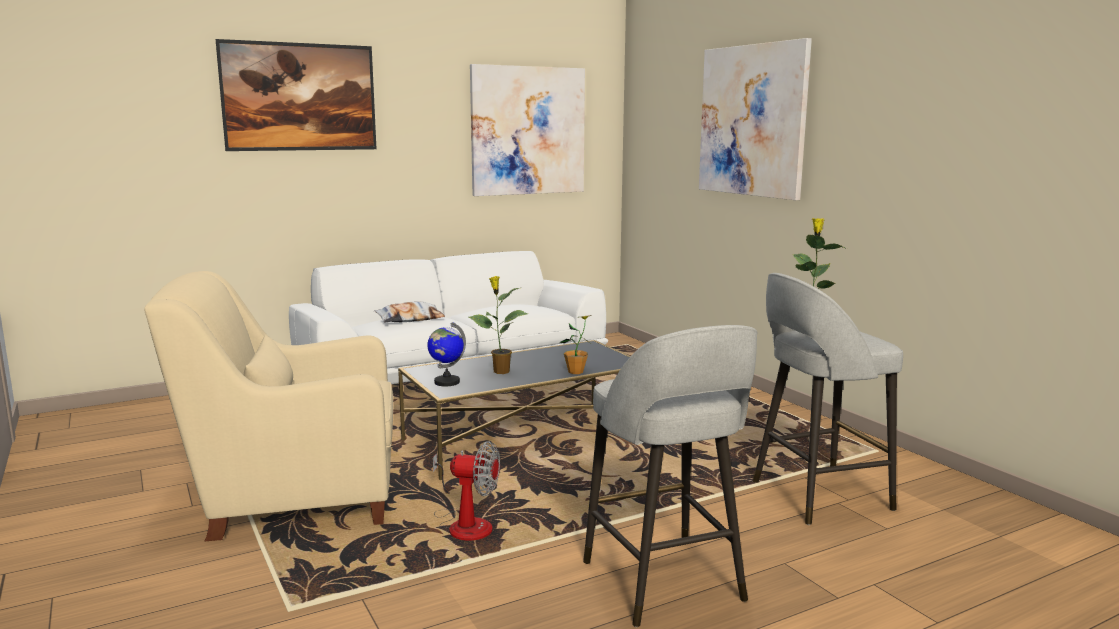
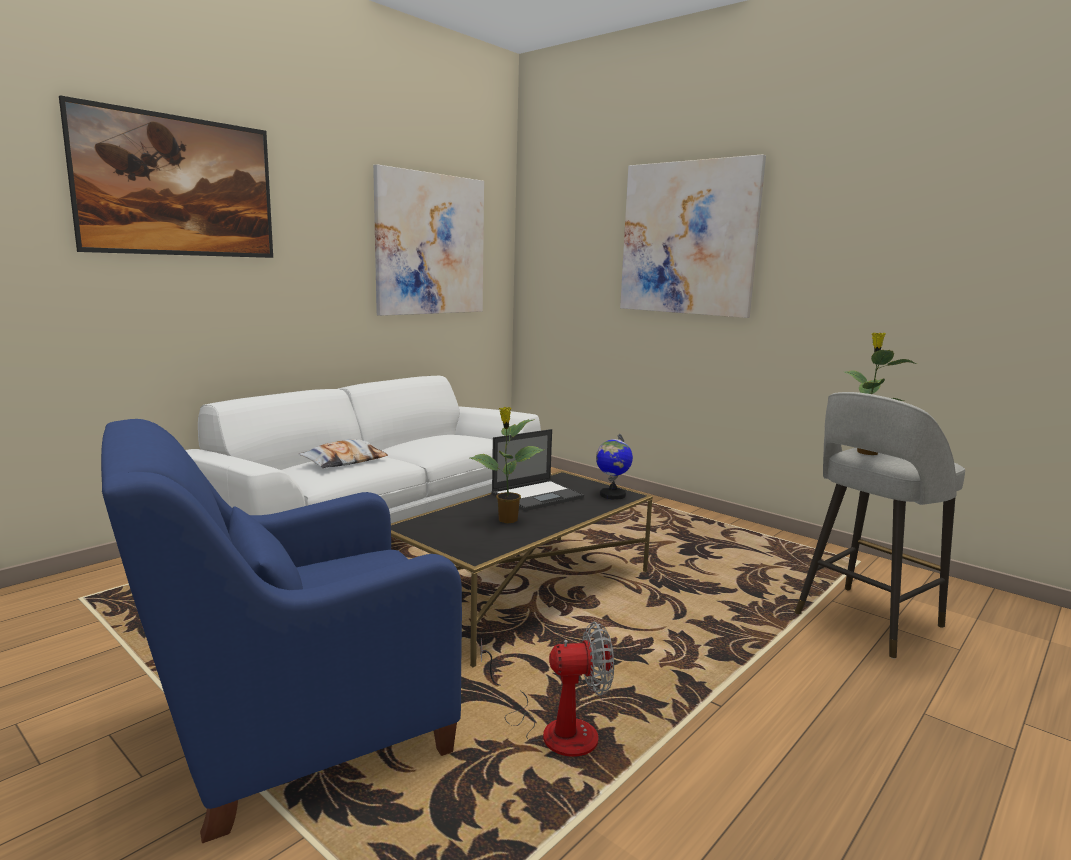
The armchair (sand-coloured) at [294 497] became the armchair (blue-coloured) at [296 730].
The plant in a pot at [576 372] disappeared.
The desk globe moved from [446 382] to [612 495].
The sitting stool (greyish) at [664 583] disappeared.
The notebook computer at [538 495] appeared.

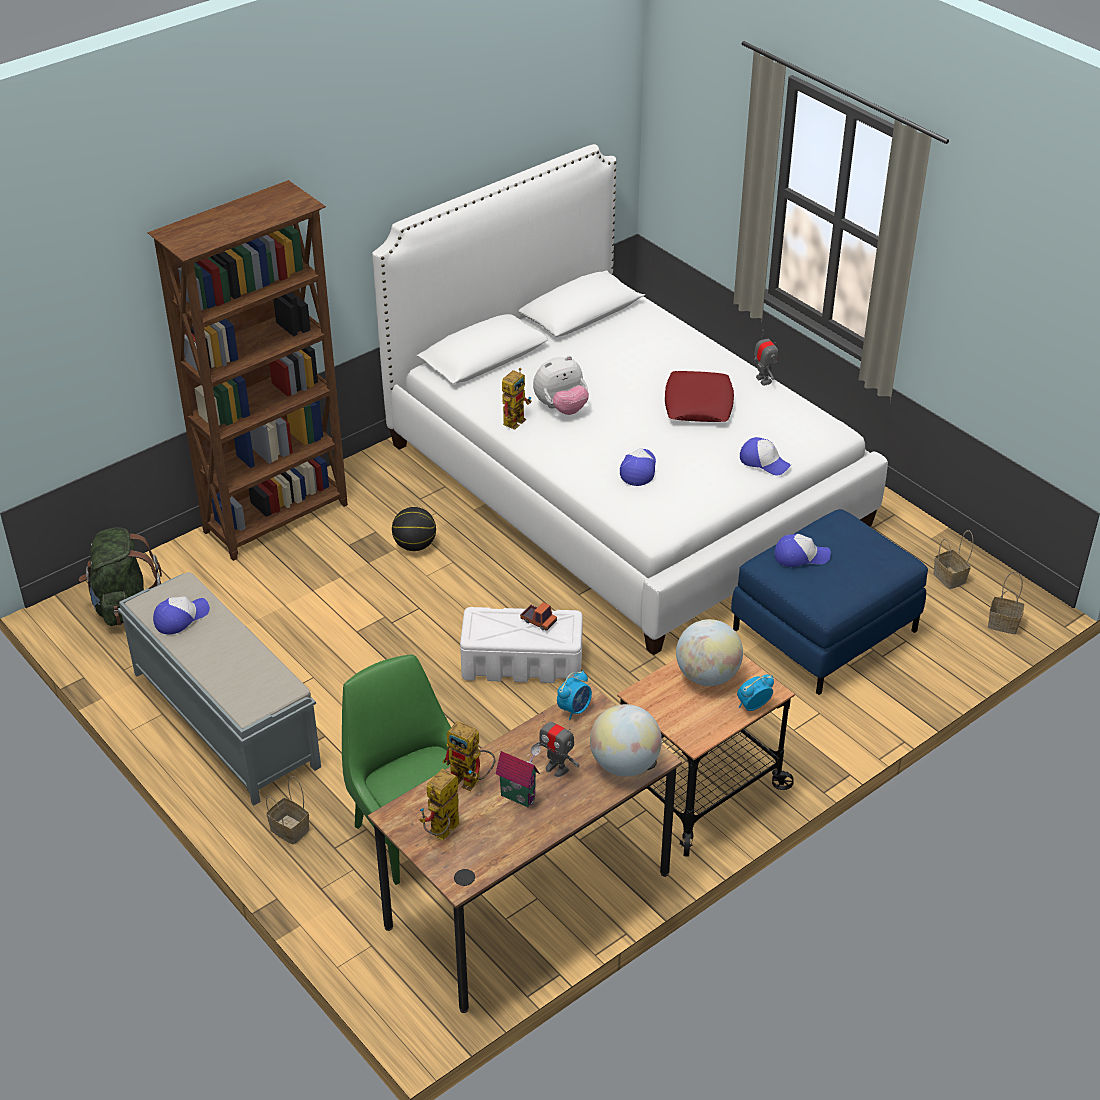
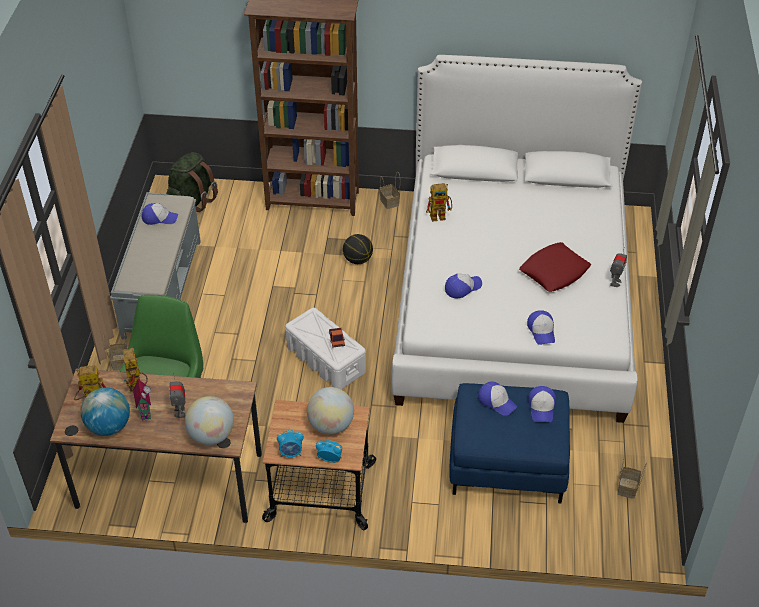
The soft toy at [561 408] disappeared.
The household basket moved from [1004 624] to [390 202].
The alarm clock moved from [574 709] to [291 453].
The baseball cap at [542 407] appeared.
The desk globe at [109 426] appeared.

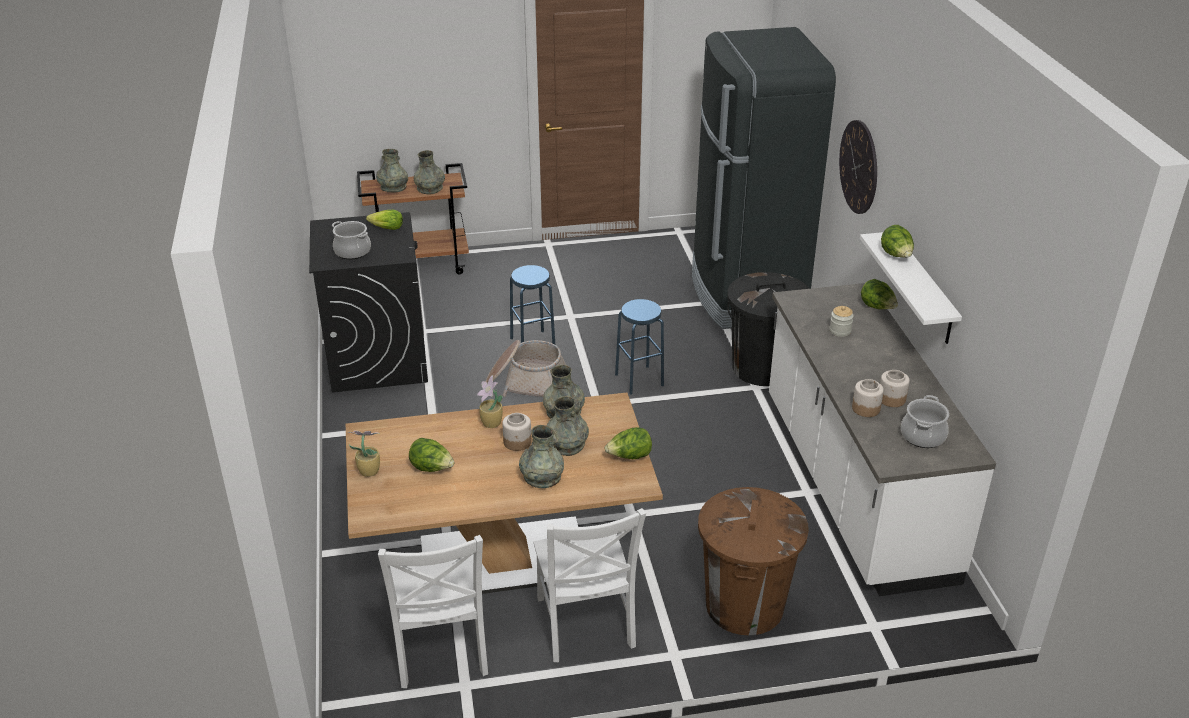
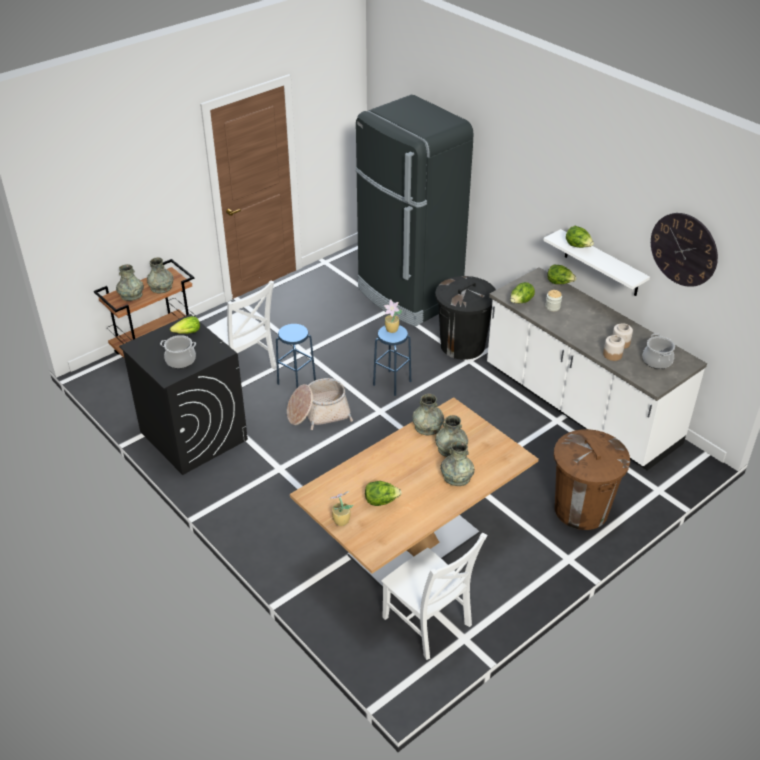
The hanging clock moved from [859 167] to [684 249].
The plant in a pot moved from [491 424] to [392 330].
The jar at [517 442] disappeared.
The lettuce moved from [629 457] to [521 302].
The chair (whitish) moved from [585 626] to [244 368].

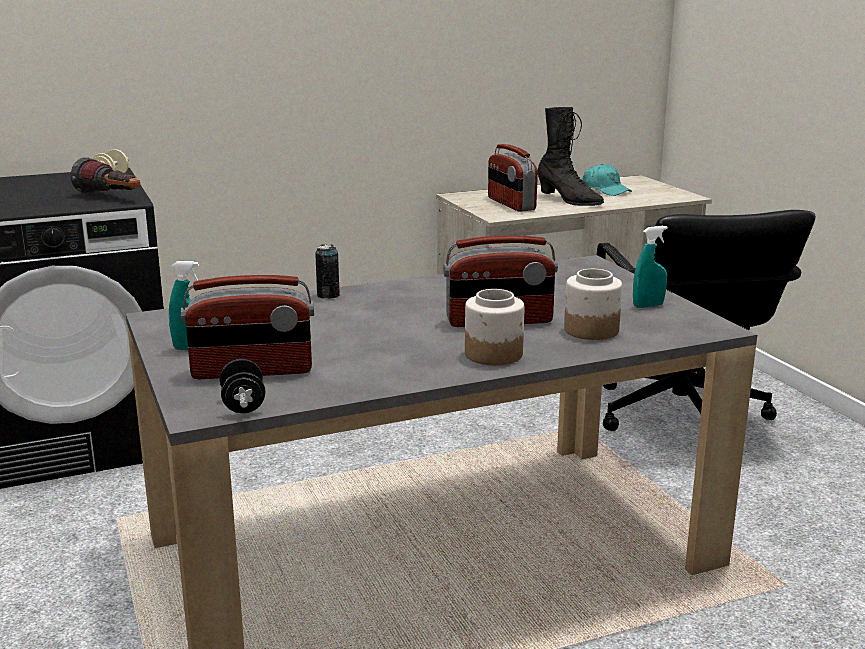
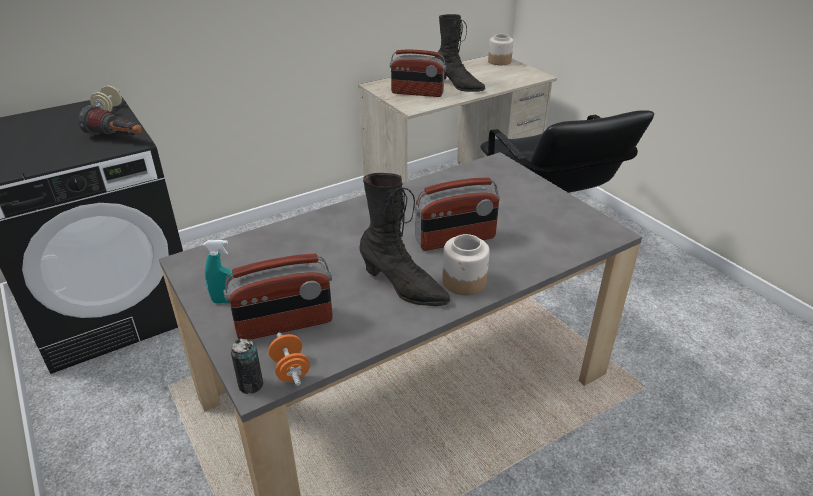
The radio set at [510 204] turned 45 degrees counterclockwise.
The baseball cap (blue-green) at [606 190] disappeared.
The sprayer (blue-green) at [648 306] disappeared.
The metal can moved from [328 295] to [251 385].
The jar moved from [590 330] to [499 61].
The free weight (blackish) at [243 405] became the free weight (orange) at [290 370].
The tall boot (blackish) at [403 287] appeared.

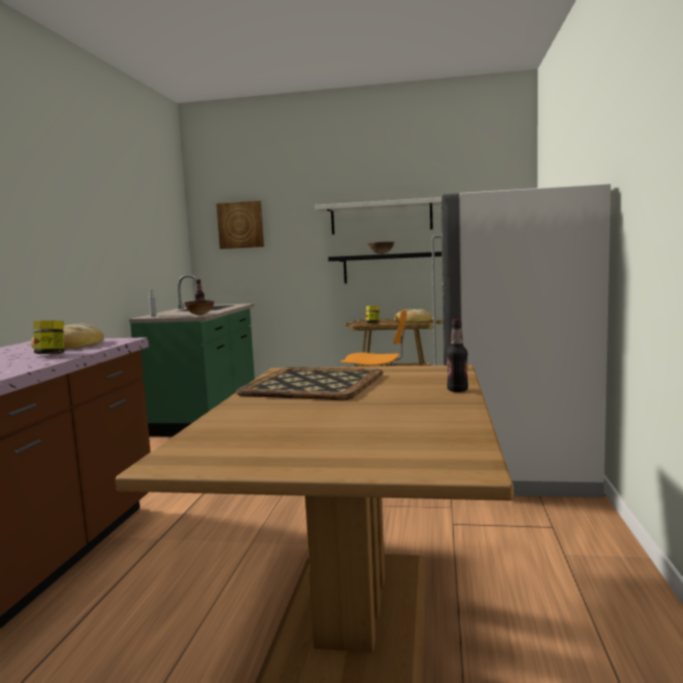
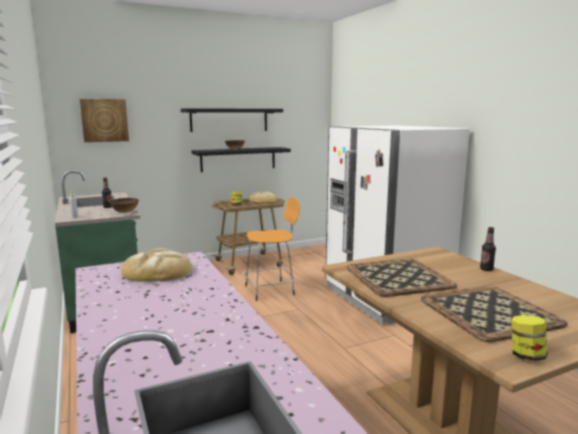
The shelf (whitish) at [381 217] became the shelf (blackish) at [229 120].
The jar moved from [51 354] to [526 355].
The tray at [489 313] appeared.

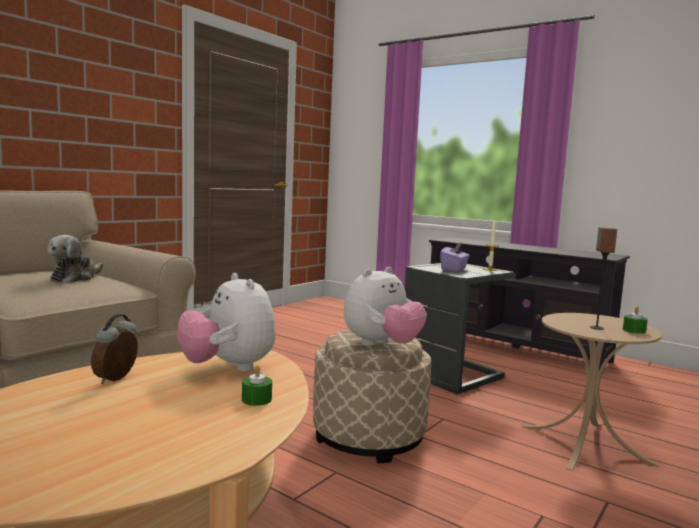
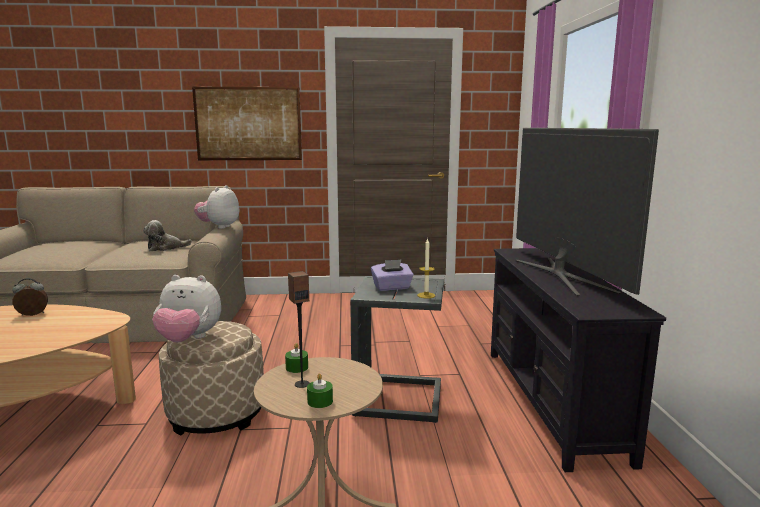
The soft toy moved from [228 368] to [219 227].
The wax light (greenish) moved from [256 399] to [297 368].
The picture at [248 124] appeared.
The TV at [562 275] appeared.

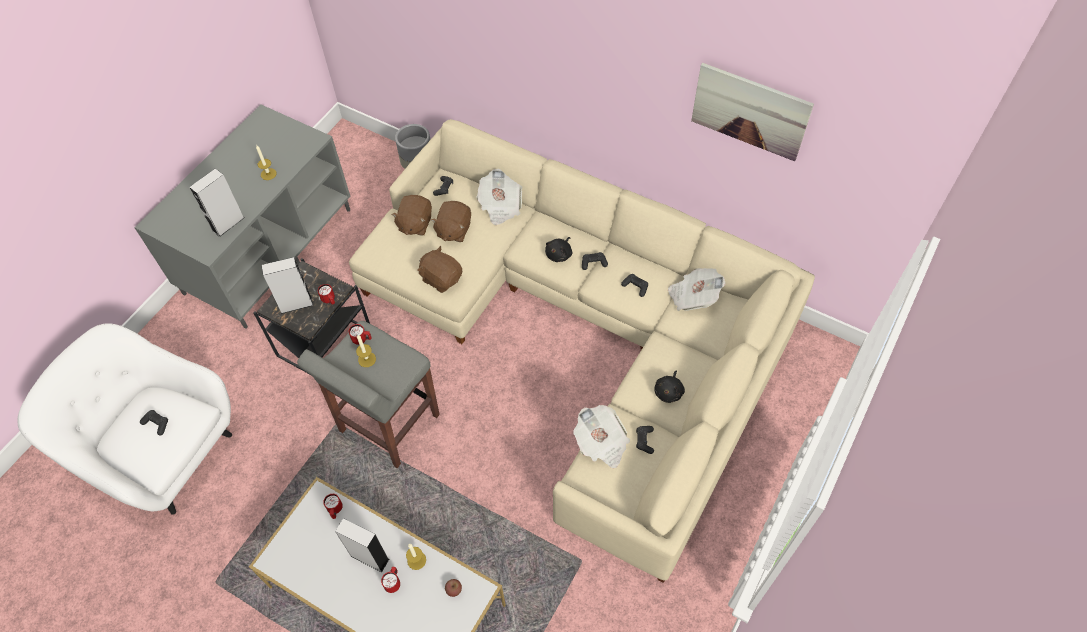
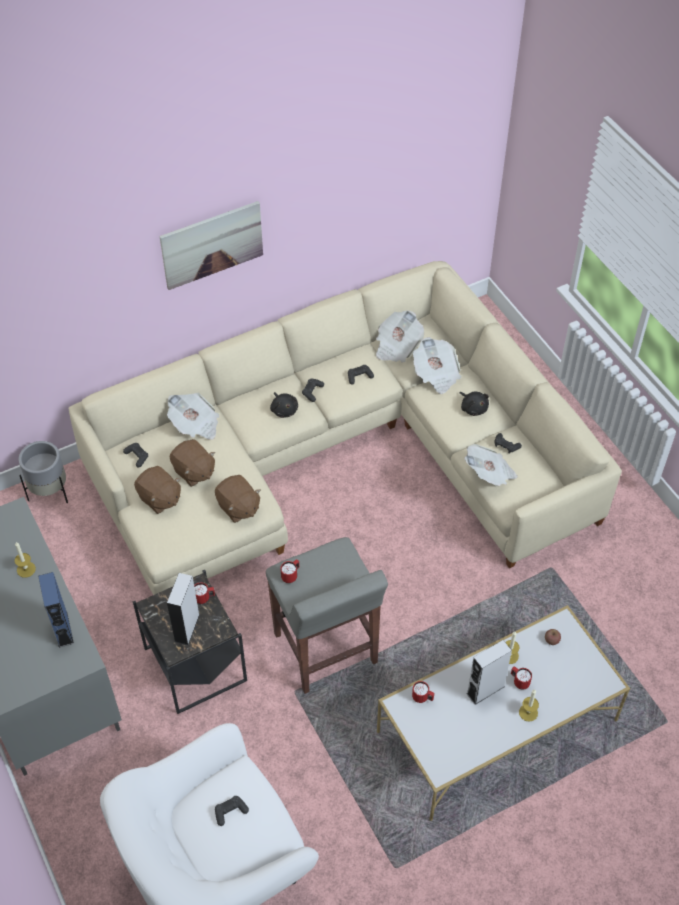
The picture moved from [750 111] to [212 244].
The loudspeaker (greyish) at [228 224] became the loudspeaker (blue-coloured) at [63 629].
The soft toy (brown) at [441 278] turned 105 degrees counterclockwise.
The wax light moved from [367 359] to [528 712].
The daily paper at [436 374] appeared.

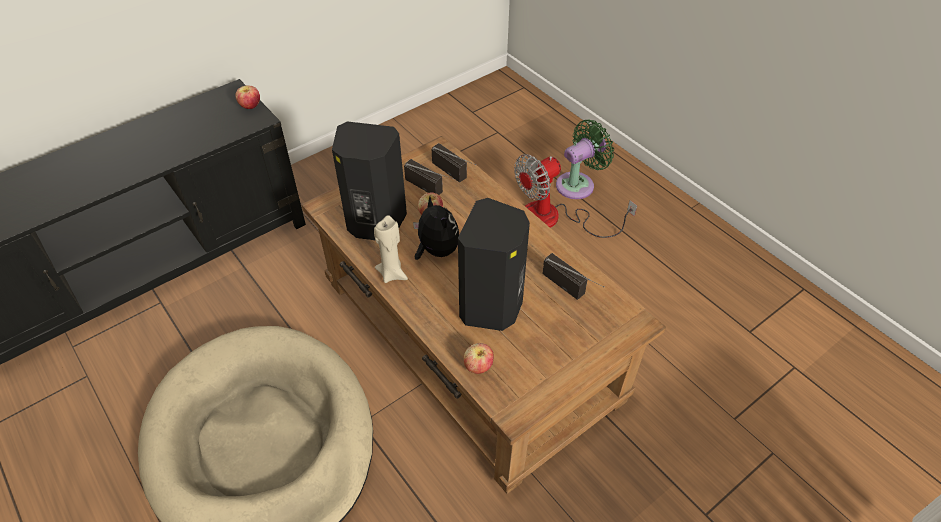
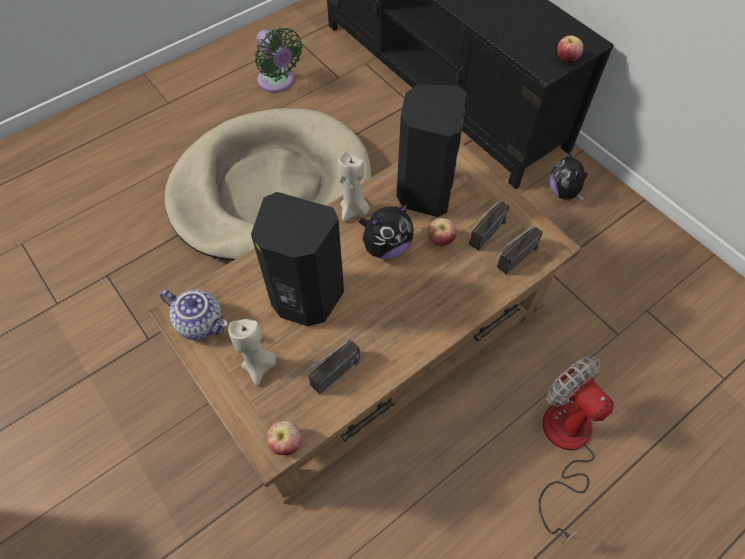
The cooling fan (greenish) moved from [578 184] to [278 82].
The whole apple moved from [478 367] to [286 443].
The soft toy at [564 192] appeared.
The tea pot at [202 322] appeared.
The wax light (sand-coloured) at [259 366] appeared.

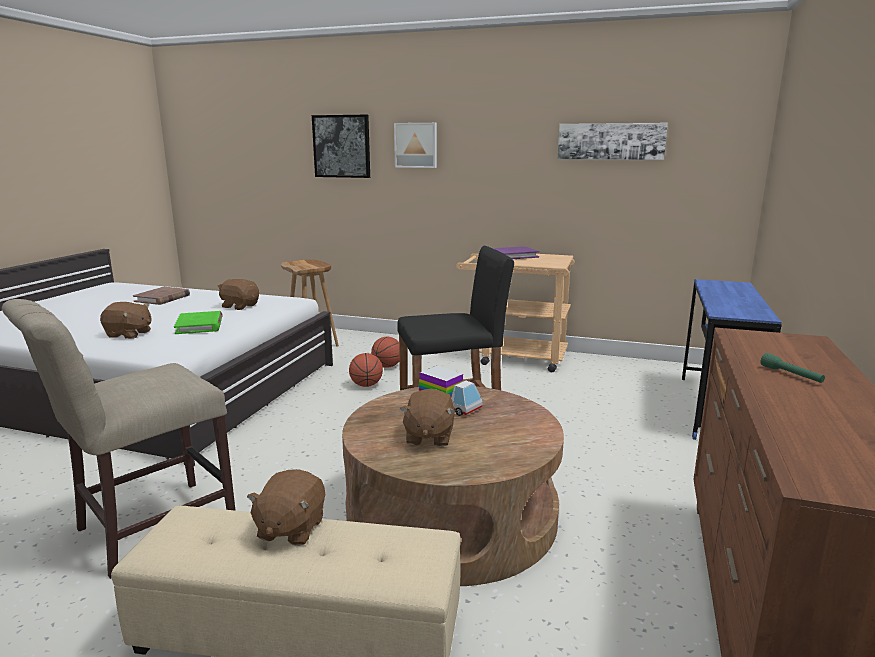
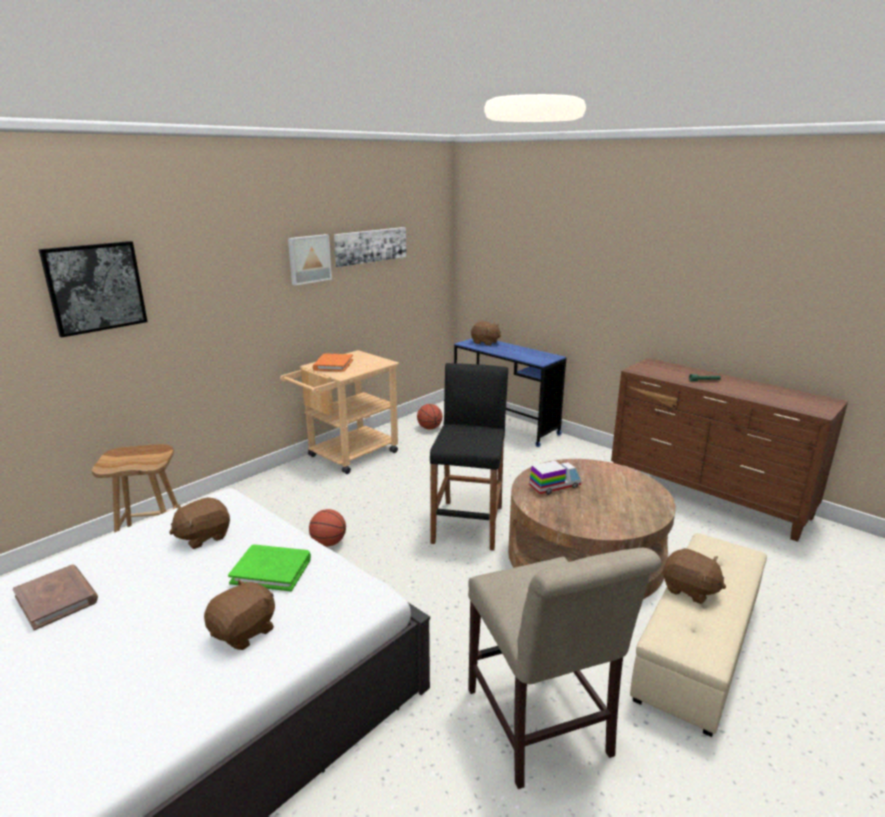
The picture moved from [416 145] to [308 259].
The volume (purple-coloured) at [514 255] became the volume (orange) at [333 365].
The basketball ball moved from [387 366] to [429 428].
The soft toy (brown) moved from [428 437] to [485 342].

